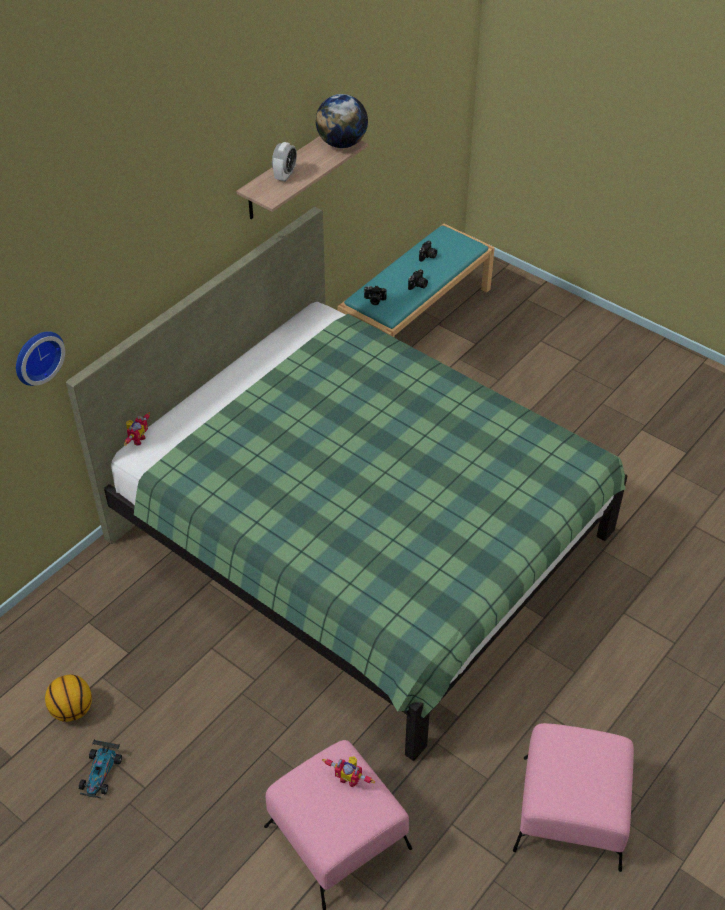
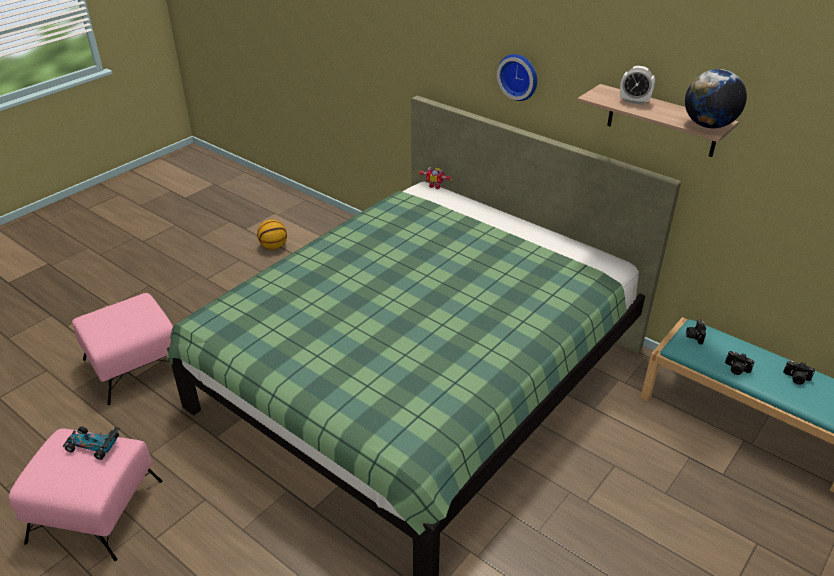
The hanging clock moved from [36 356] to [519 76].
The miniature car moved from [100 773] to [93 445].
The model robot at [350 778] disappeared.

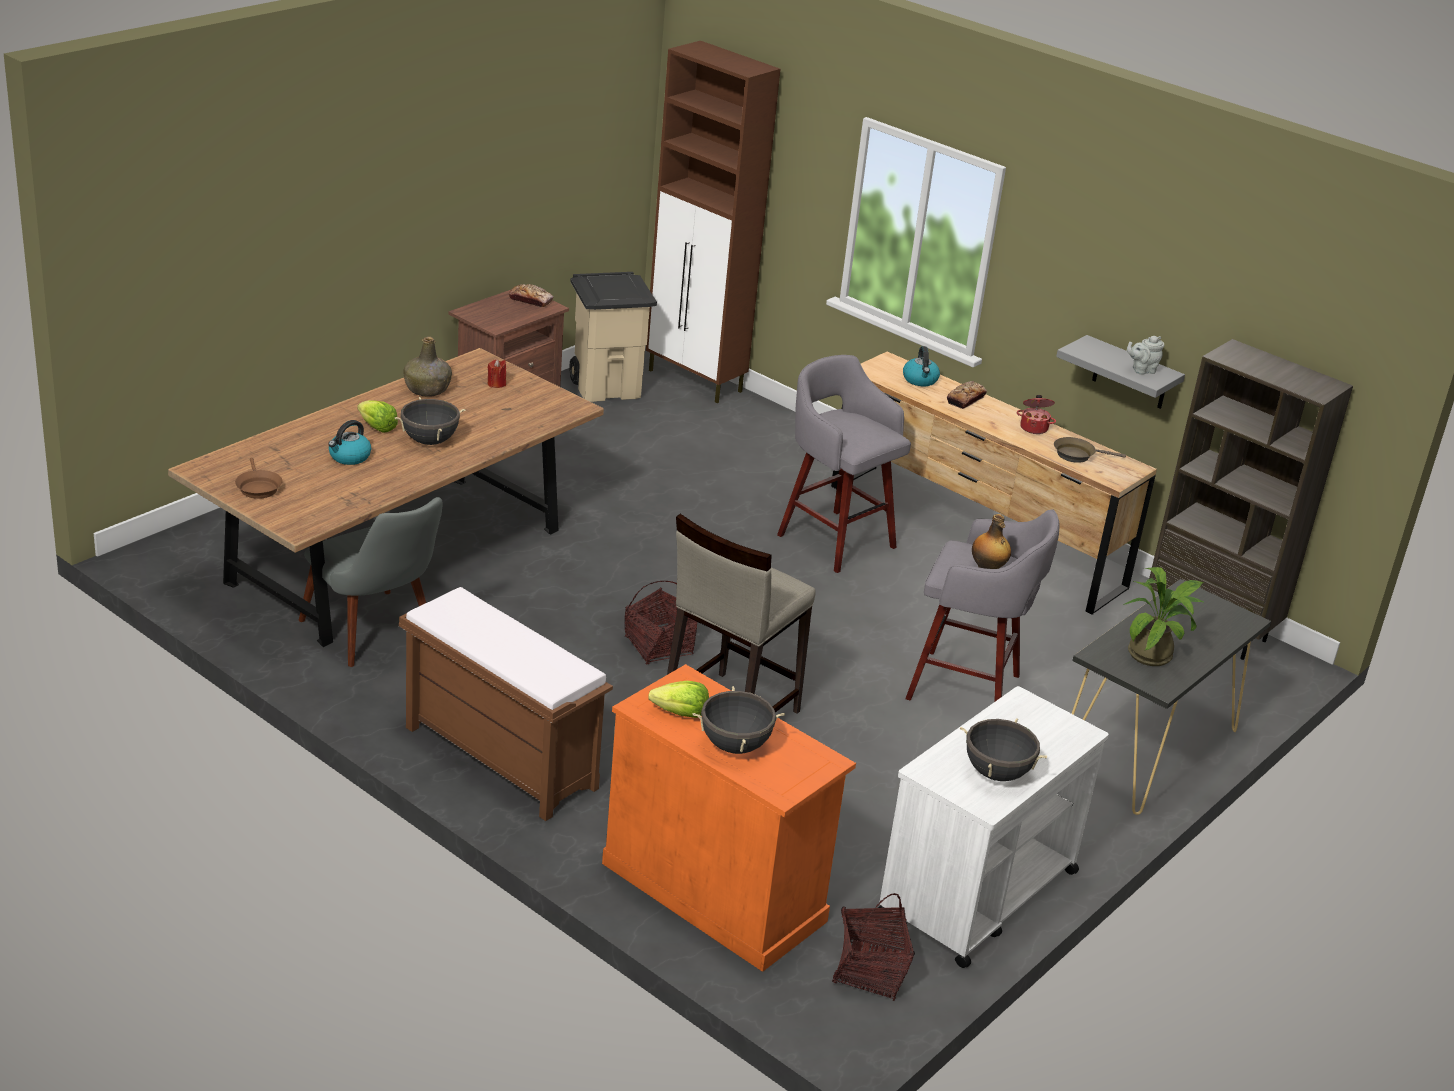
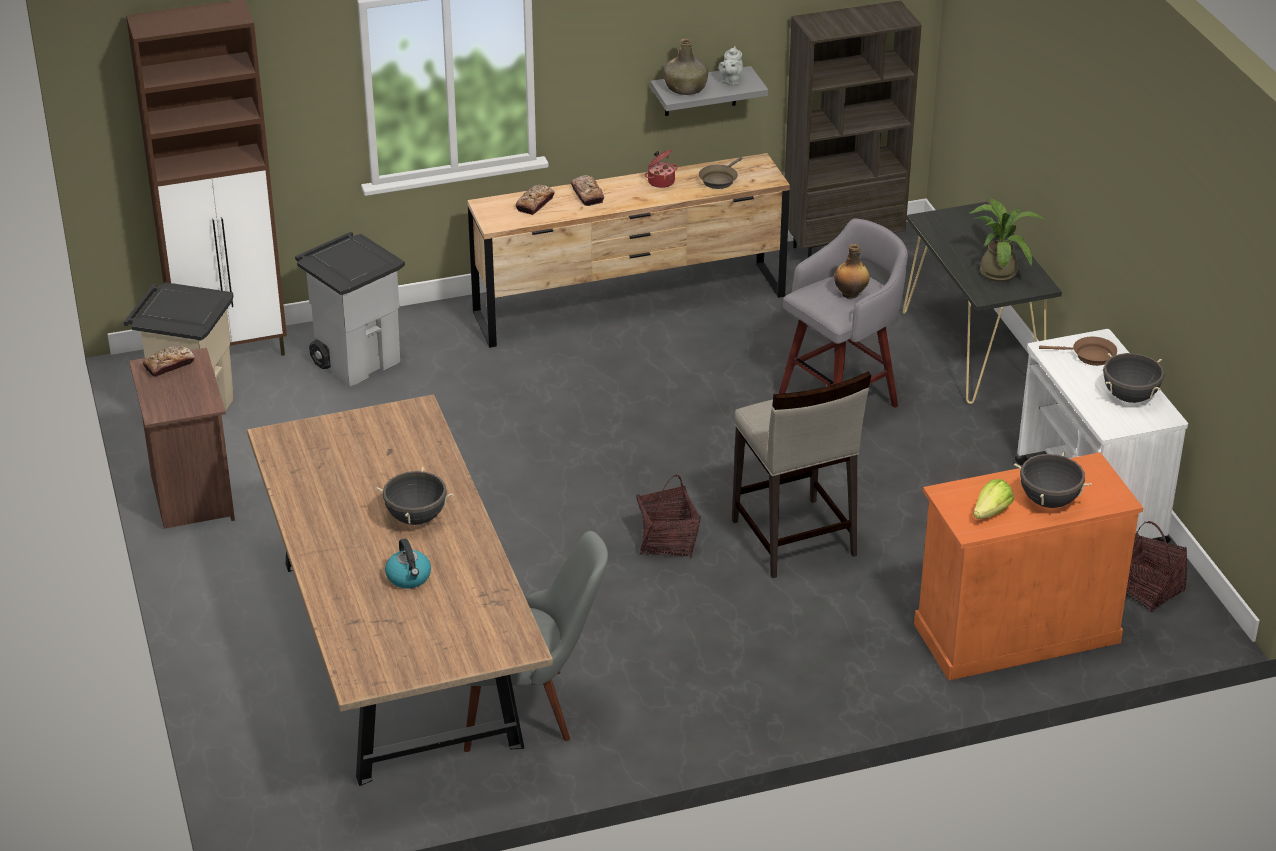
The bottle (greenish) moved from [428 389] to [685 88].
The water kettle at [920 380] was replaced by the bakery bread at [535 203].
The sitting stool (greyish) at [834 539] disappeared.
The wax light (reddish) at [496 384] disappeared.
The lettuce at [377 427] disappeared.
The frying pan (brown) moved from [258 487] to [1089 356].
The bench (brown) at [498 757] disappeared.
The trash can (greyish) at [357 361] appeared.

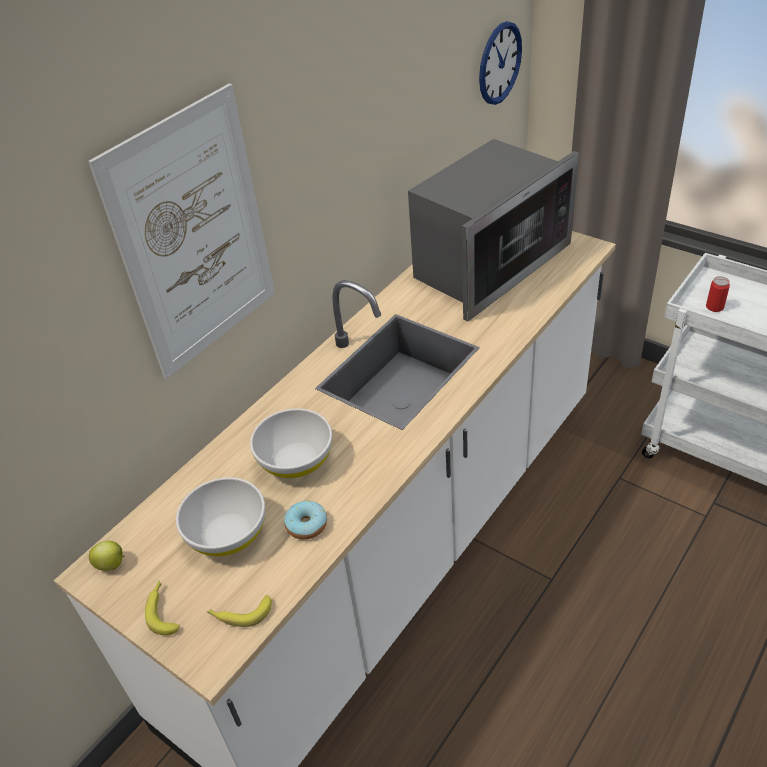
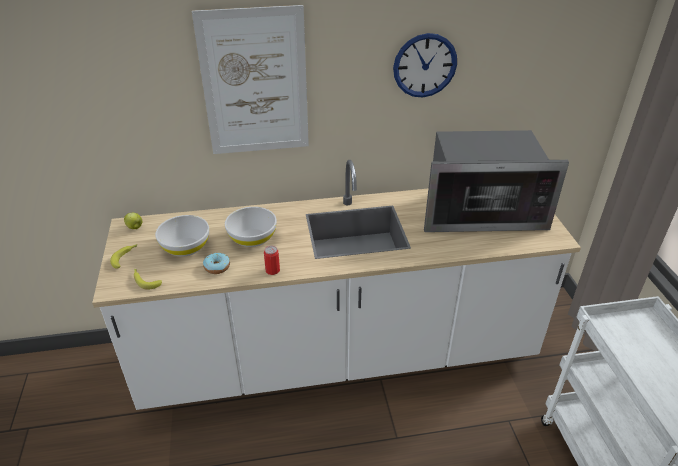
The hanging clock moved from [499 63] to [425 65].
The metal can moved from [714 307] to [272 270].

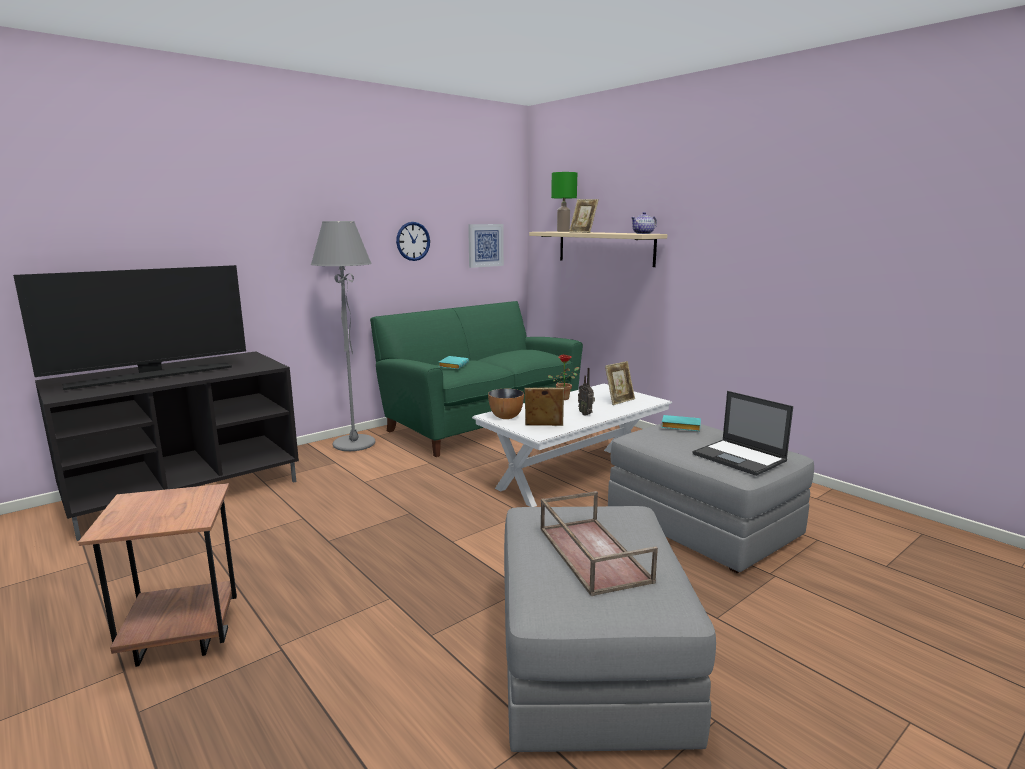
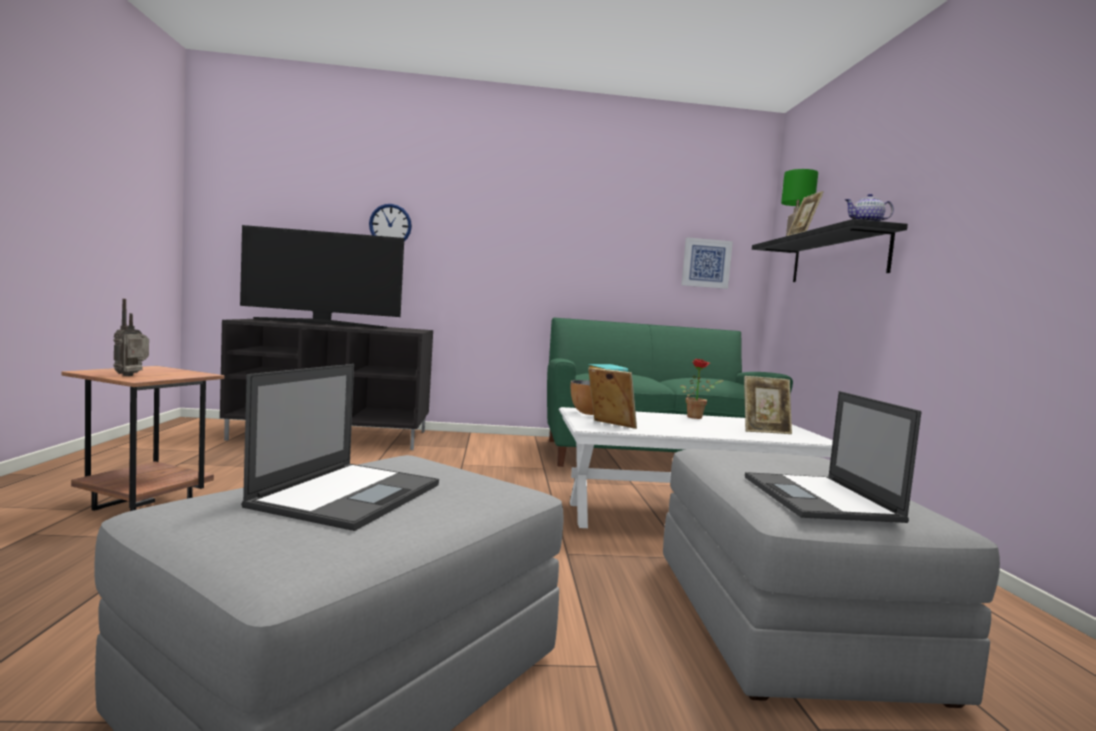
The standing lamp (greyish) at [354 444] disappeared.
The hanging clock moved from [413 241] to [390 225].
The shelf (sand-coloured) at [605 248] became the shelf (blackish) at [837 258].
The radio set moved from [586 414] to [132 376].
The volume (blue-green) at [679 427] disappeared.
The tray (brown) at [591 554] was replaced by the notebook computer at [349 494].

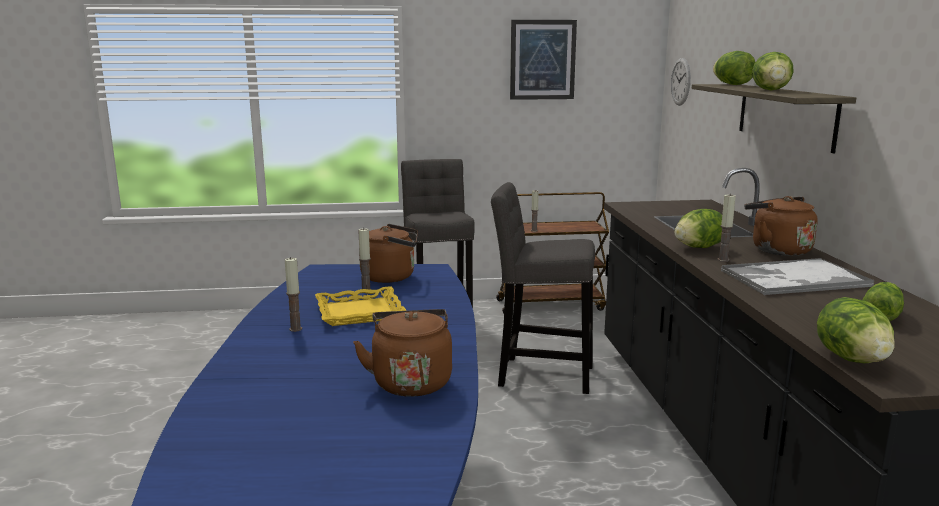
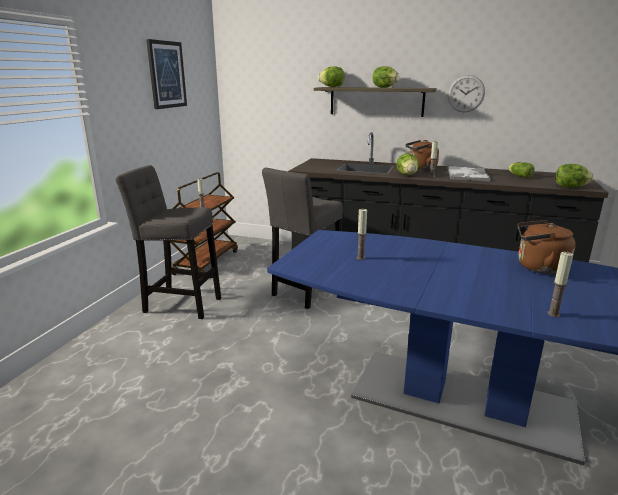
The hanging clock moved from [680 81] to [466 93].
The water kettle (brown) at [391 277] disappeared.
The wax light moved from [295 329] to [553 314].
The tray (yellowish) at [359 312] disappeared.

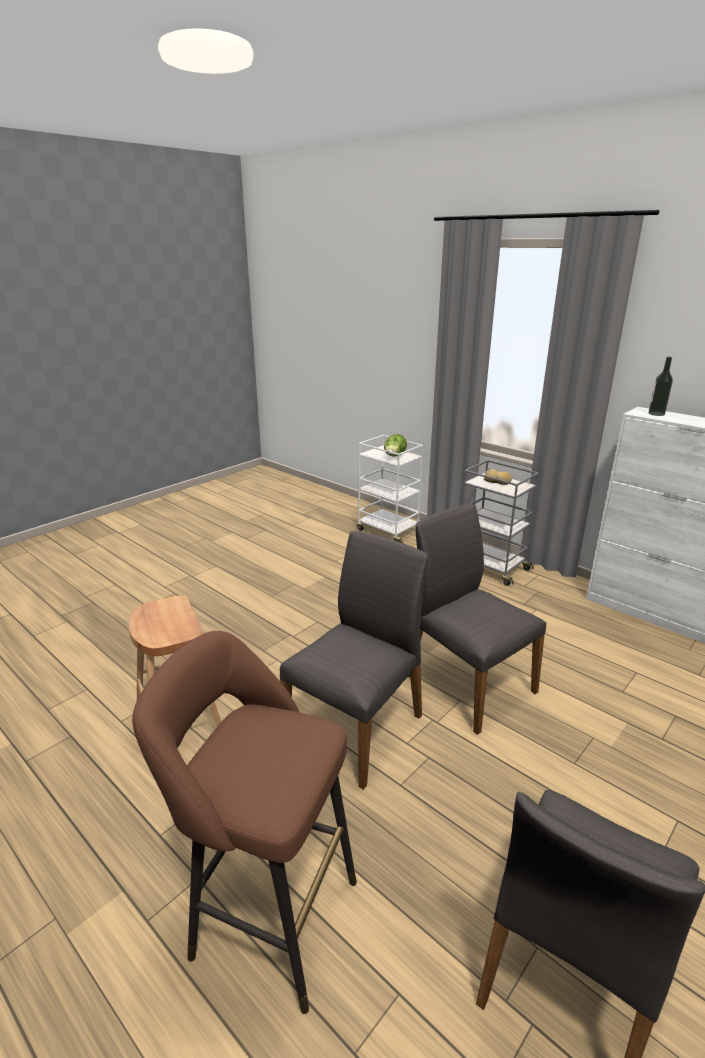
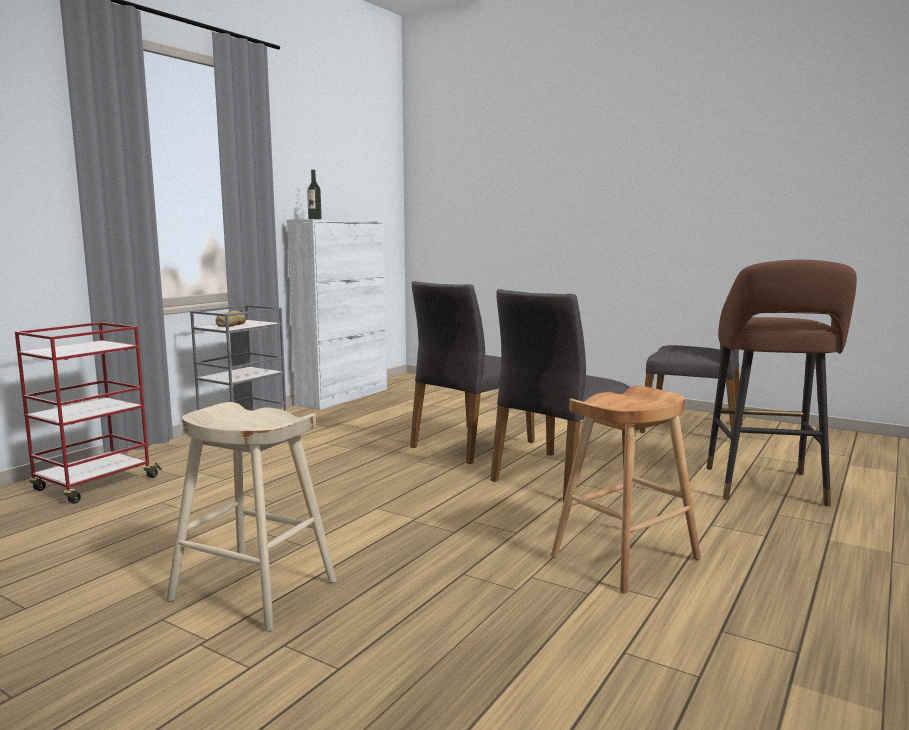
The lettuce at [394 457] disappeared.
The wheeled cart (whitish) at [388 531] became the wheeled cart (reddish) at [94 484].
The chair (greyish) at [356 727] turned 75 degrees counterclockwise.
The sitting stool (sand-coloured) at [254 591] appeared.

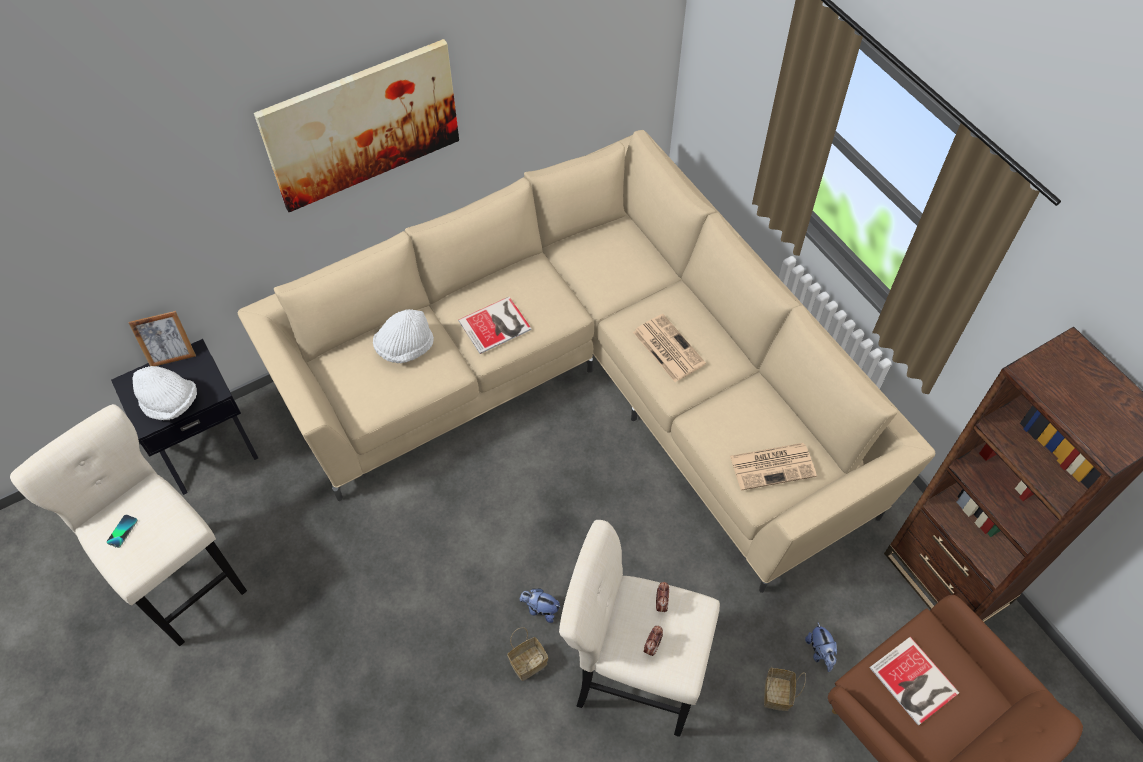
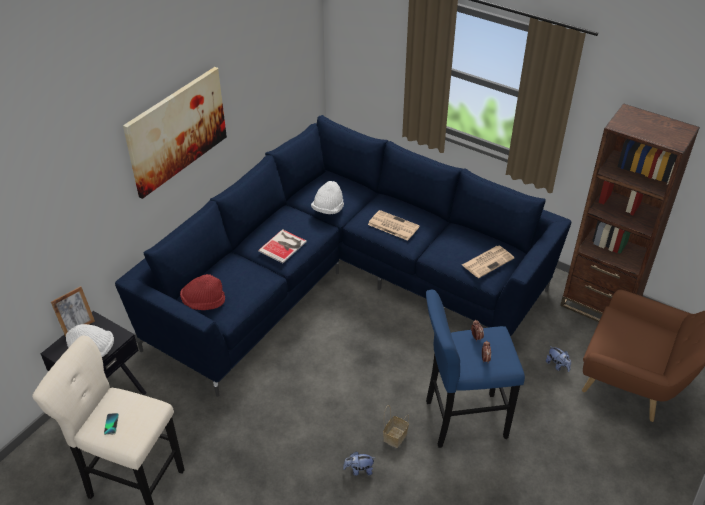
The settee (sand-coloured) at [589 384] became the settee (blue-coloured) at [341 280].
The hat (whitish) moved from [405 347] to [328 209].
The sitting stool (sand-coloured) at [631 677] became the sitting stool (blue-coloured) at [461 420].
The soft toy moved from [540 609] to [359 470].
The volume at [914 683] disappeared.
The household basket at [777 695] disappeared.
The hat (reddish) at [203 302] appeared.

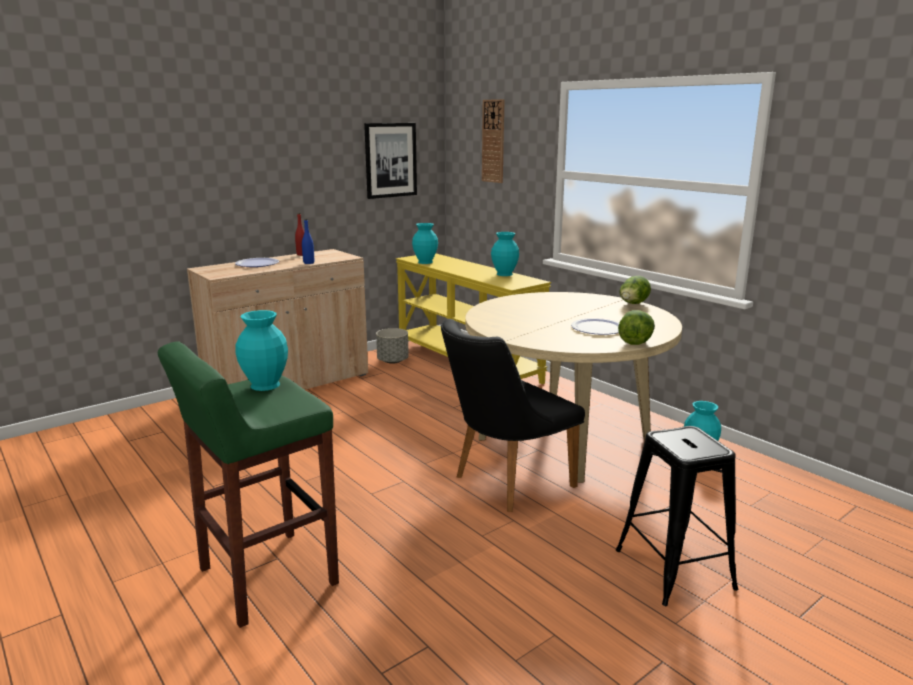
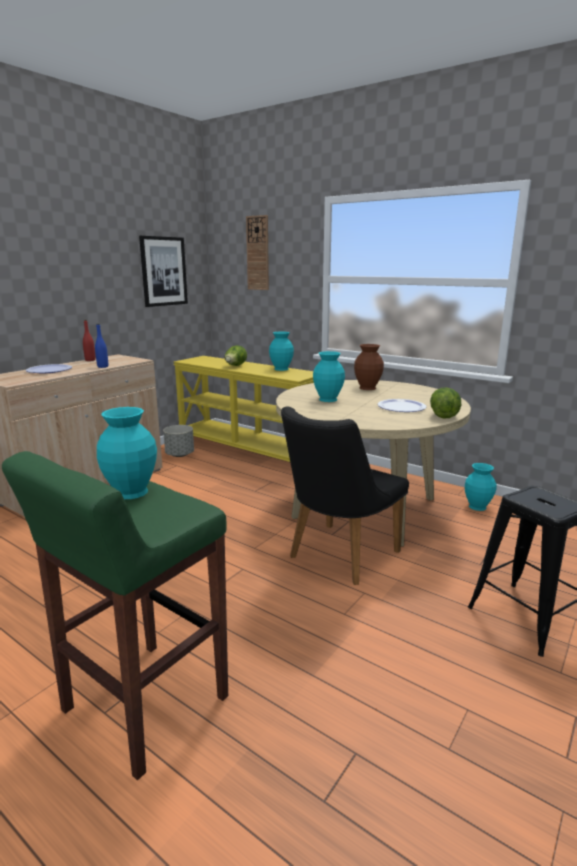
The vase (blue-green) moved from [425 262] to [327 399].
The lettuce moved from [633 304] to [235 366].
The vase (brown) at [367 388] appeared.

